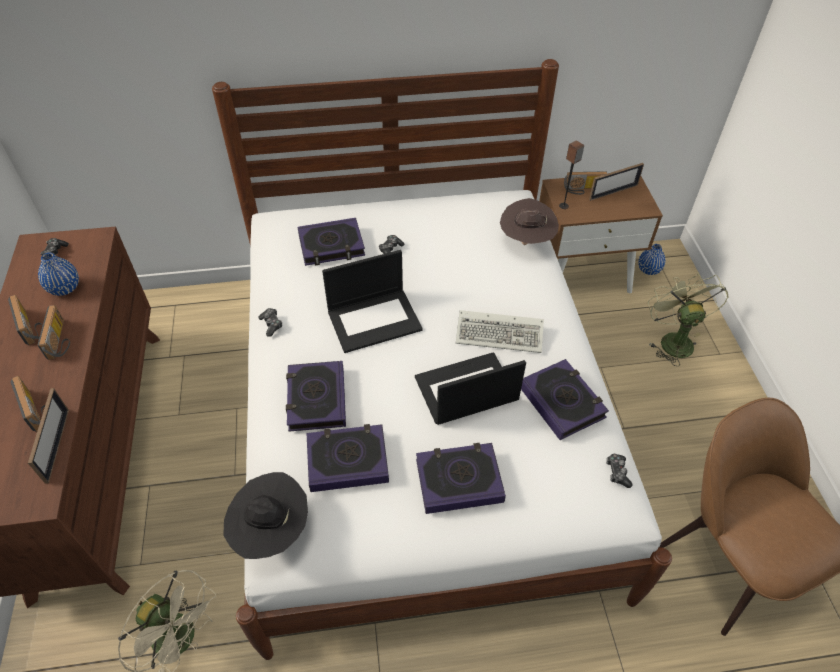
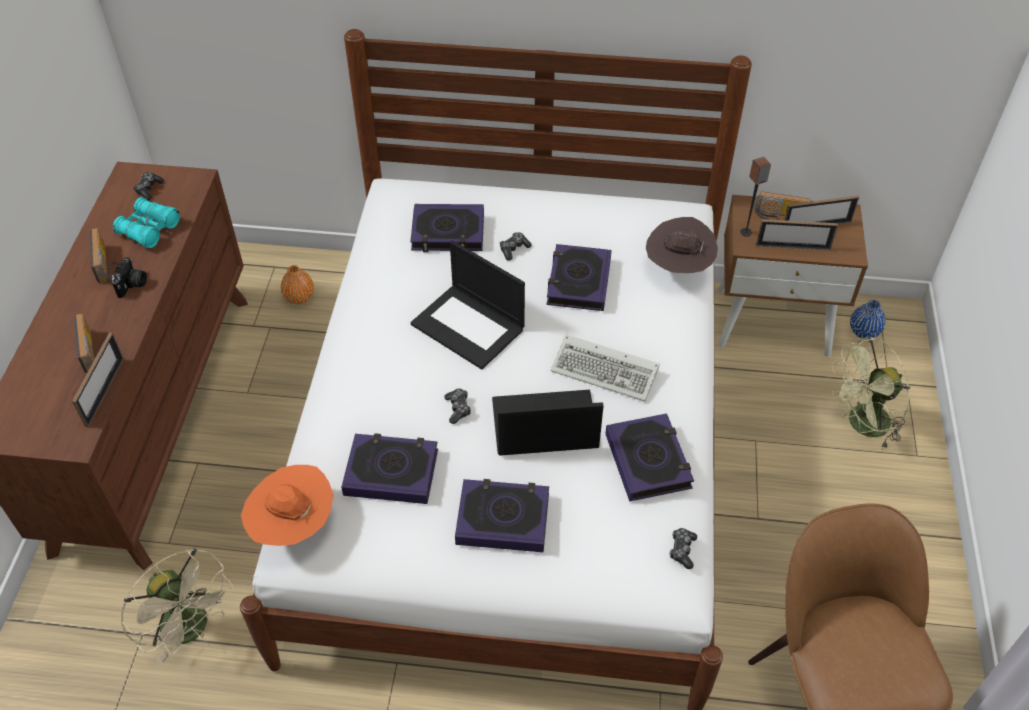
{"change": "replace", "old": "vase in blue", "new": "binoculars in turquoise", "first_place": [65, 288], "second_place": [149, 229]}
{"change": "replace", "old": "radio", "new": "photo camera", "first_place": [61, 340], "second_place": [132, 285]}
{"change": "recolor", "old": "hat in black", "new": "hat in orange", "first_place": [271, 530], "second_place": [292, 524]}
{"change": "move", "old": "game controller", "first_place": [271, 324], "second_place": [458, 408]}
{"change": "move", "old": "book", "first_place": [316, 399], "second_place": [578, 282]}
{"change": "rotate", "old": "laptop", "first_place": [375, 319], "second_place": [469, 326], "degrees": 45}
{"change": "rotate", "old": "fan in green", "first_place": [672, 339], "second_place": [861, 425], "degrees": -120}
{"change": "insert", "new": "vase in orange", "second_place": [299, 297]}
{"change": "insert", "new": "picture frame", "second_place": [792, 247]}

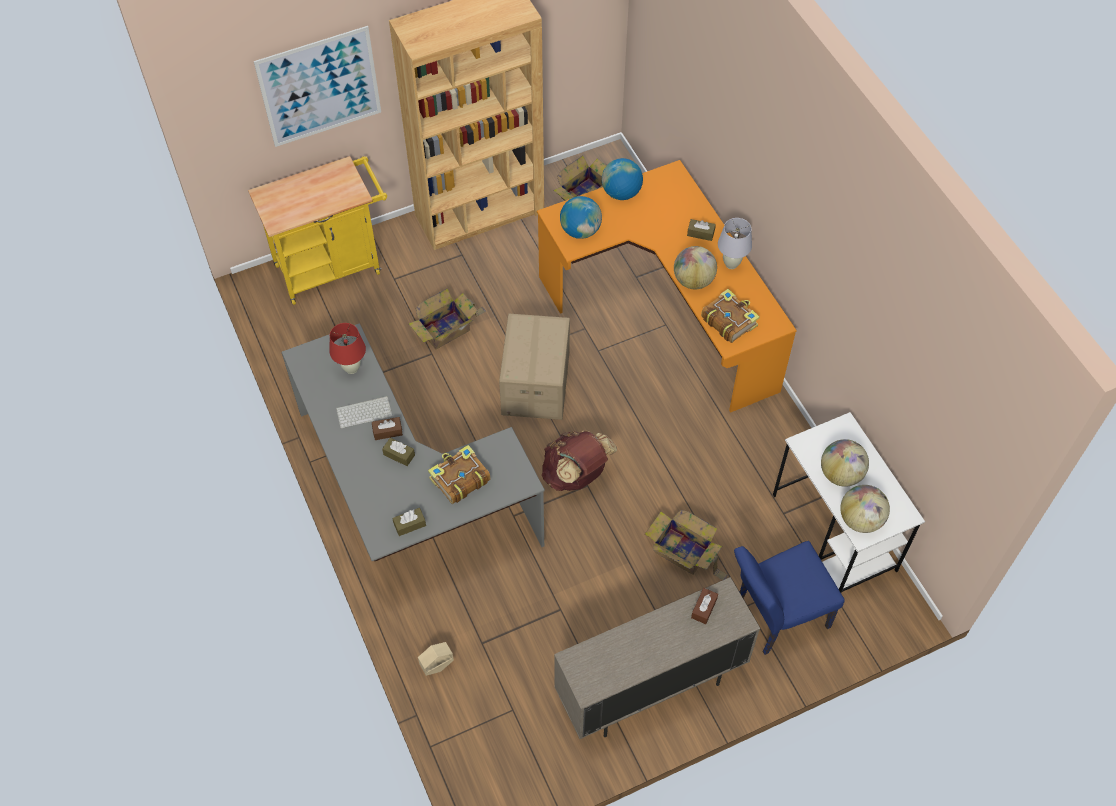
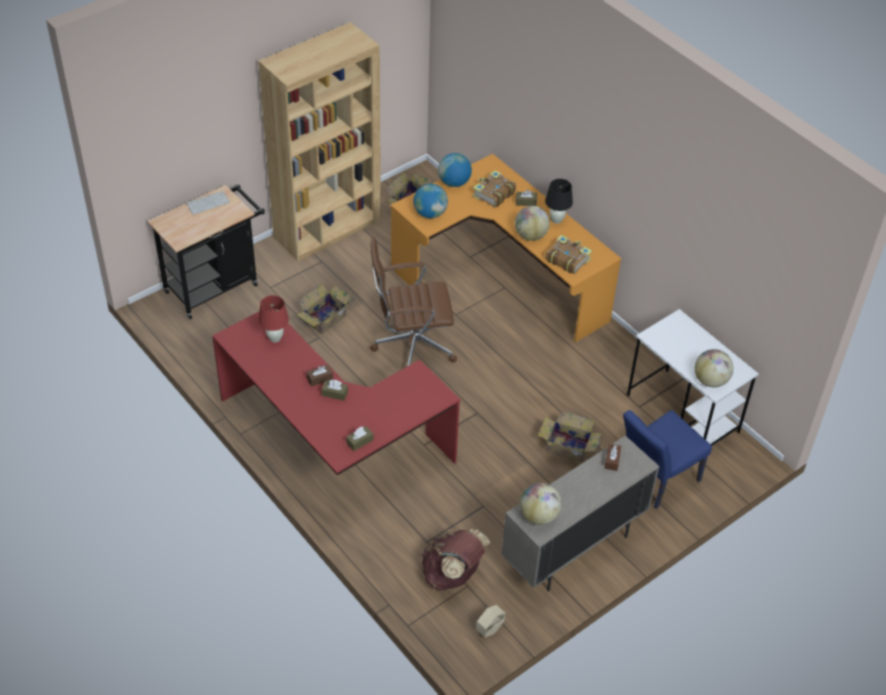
{"change": "recolor", "old": "cart in yellow", "new": "cart in black", "first_place": [334, 266], "second_place": [216, 285]}
{"change": "delete", "old": "picture", "first_place": [320, 87]}
{"change": "recolor", "old": "desk in grey", "new": "desk in red", "first_place": [405, 501], "second_place": [331, 449]}
{"change": "move", "old": "keyboard", "first_place": [364, 411], "second_place": [208, 202]}
{"change": "move", "old": "planter in beige", "first_place": [437, 666], "second_place": [489, 630]}
{"change": "move", "old": "book", "first_place": [459, 479], "second_place": [493, 194]}
{"change": "replace", "old": "cardboard box", "new": "office chair in brown", "first_place": [535, 383], "second_place": [411, 346]}
{"change": "move", "old": "backpack in brown", "first_place": [576, 475], "second_place": [453, 574]}
{"change": "recolor", "old": "table lamp in white", "new": "table lamp in black", "first_place": [731, 264], "second_place": [556, 220]}
{"change": "move", "old": "globe", "first_place": [840, 474], "second_place": [539, 515]}

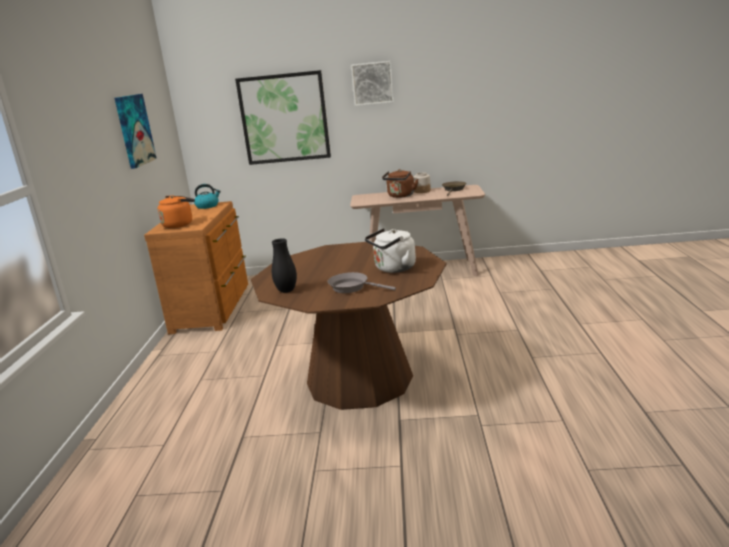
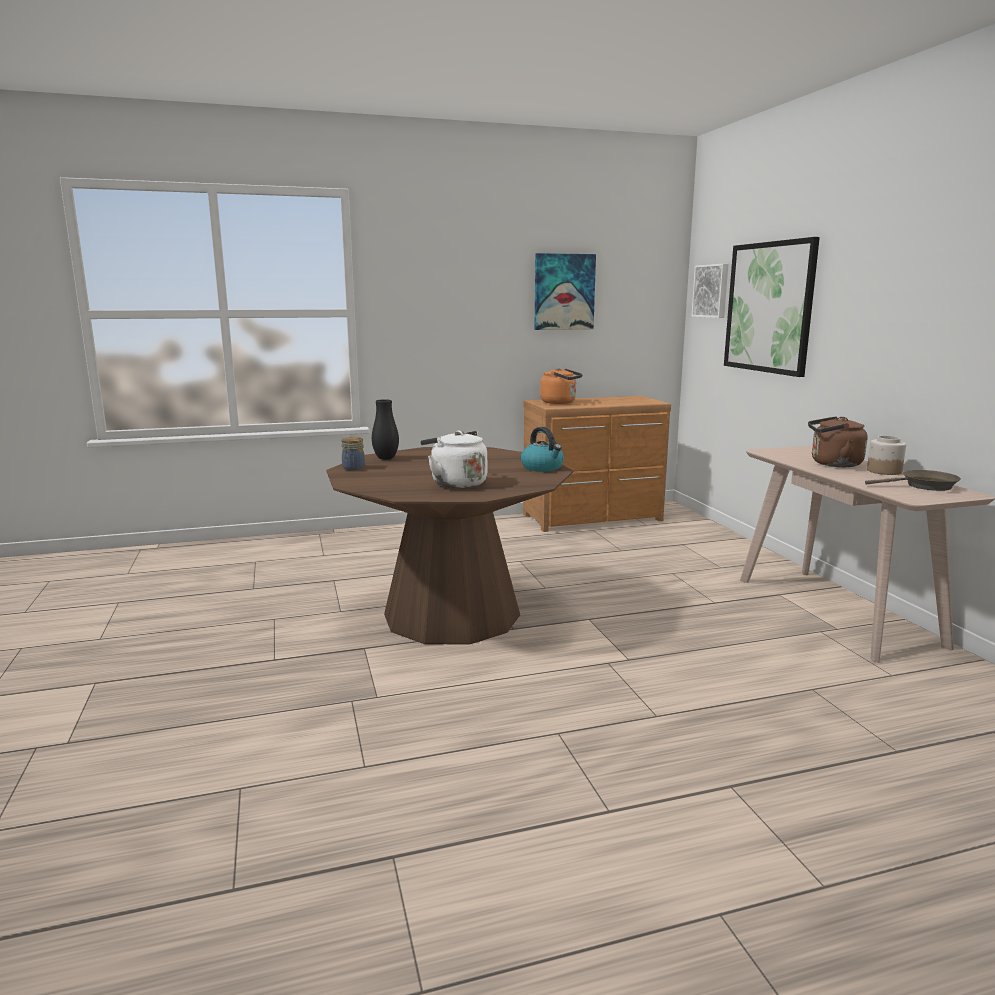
{"change": "move", "old": "kettle", "first_place": [207, 206], "second_place": [543, 468]}
{"change": "delete", "old": "frying pan in grey", "first_place": [352, 287]}
{"change": "move", "old": "picture", "first_place": [372, 83], "second_place": [711, 291]}
{"change": "insert", "new": "jar", "second_place": [353, 468]}

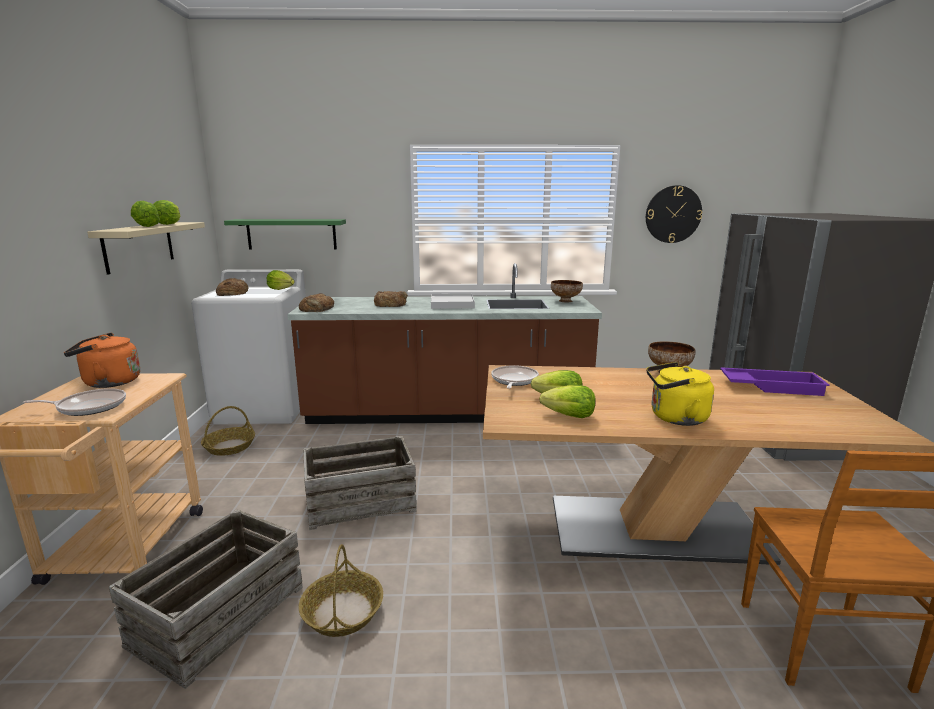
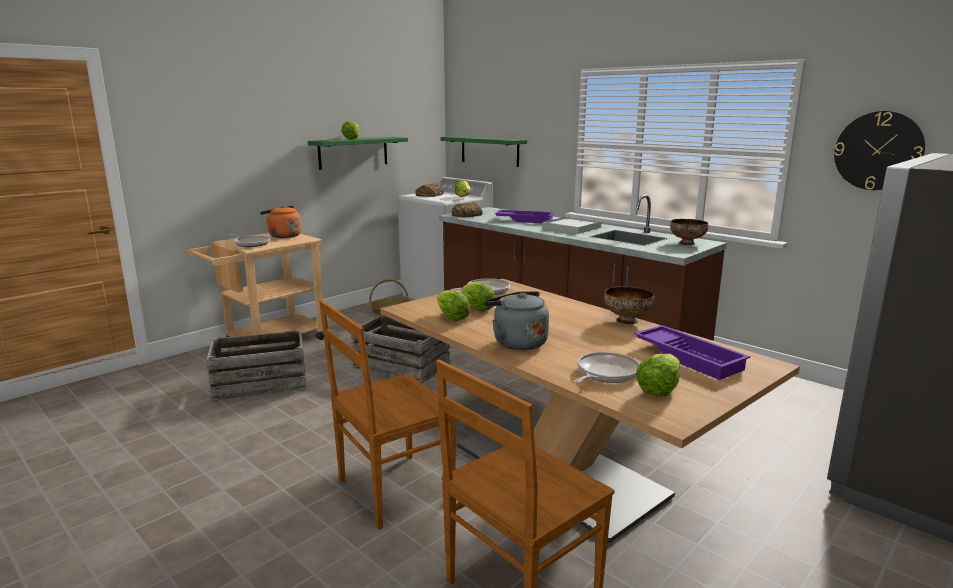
{"change": "recolor", "old": "shelf in beige", "new": "shelf in green", "first_place": [139, 246], "second_place": [353, 152]}
{"change": "move", "old": "lettuce", "first_place": [168, 224], "second_place": [658, 390]}
{"change": "delete", "old": "basket", "first_place": [342, 611]}
{"change": "replace", "old": "bread", "new": "tray in purple", "first_place": [390, 304], "second_place": [525, 220]}
{"change": "recolor", "old": "kettle in yellow", "new": "kettle in grey", "first_place": [675, 418], "second_place": [517, 342]}
{"change": "insert", "new": "chair in brown", "second_place": [392, 491]}
{"change": "insert", "new": "frying pan", "second_place": [605, 374]}

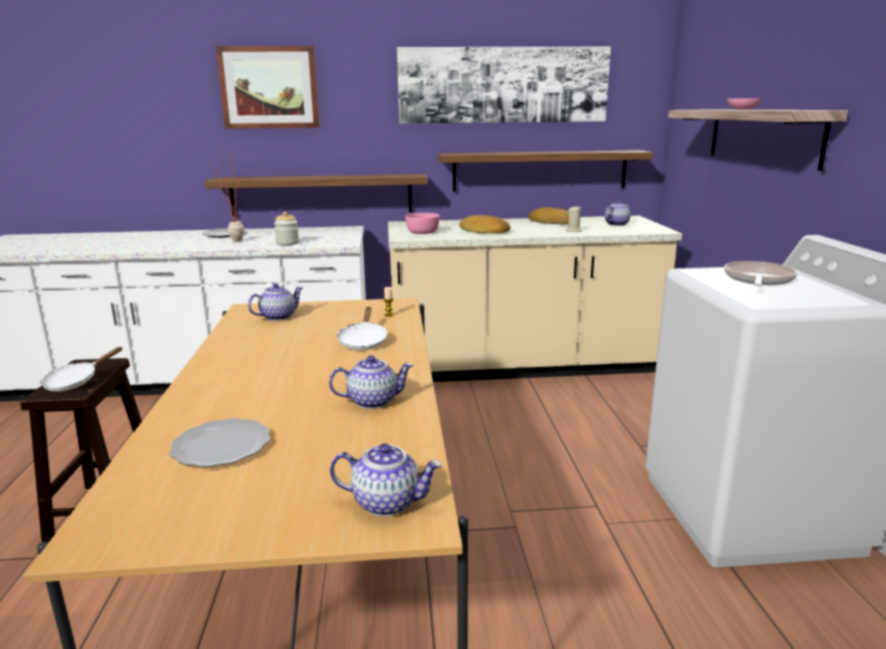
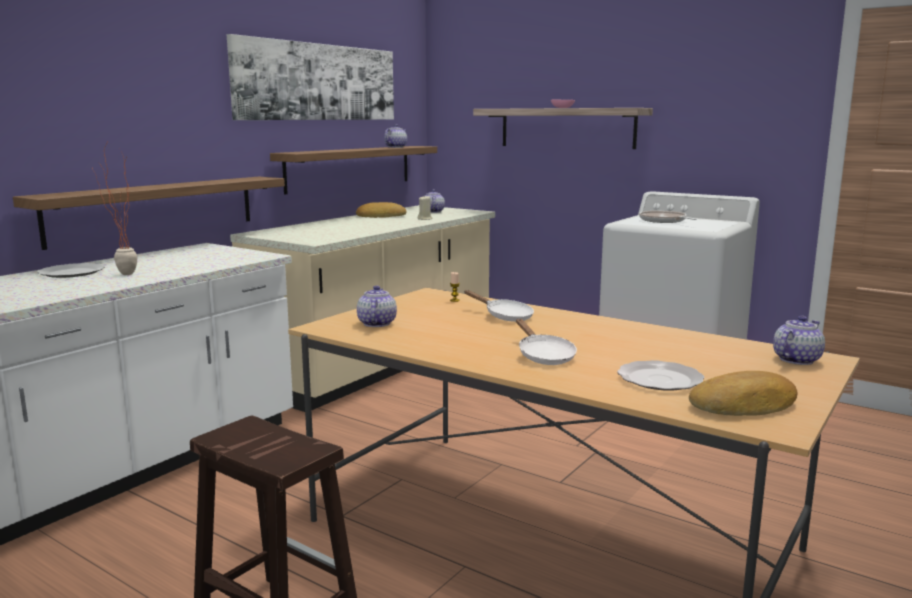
{"change": "move", "old": "frying pan in white", "first_place": [76, 381], "second_place": [543, 356]}
{"change": "delete", "old": "picture", "first_place": [269, 88]}
{"change": "delete", "old": "jar", "first_place": [287, 243]}
{"change": "move", "old": "teapot", "first_place": [373, 401], "second_place": [395, 147]}
{"change": "delete", "old": "bowl in pink", "first_place": [422, 232]}
{"change": "move", "old": "bread", "first_place": [484, 231], "second_place": [745, 405]}

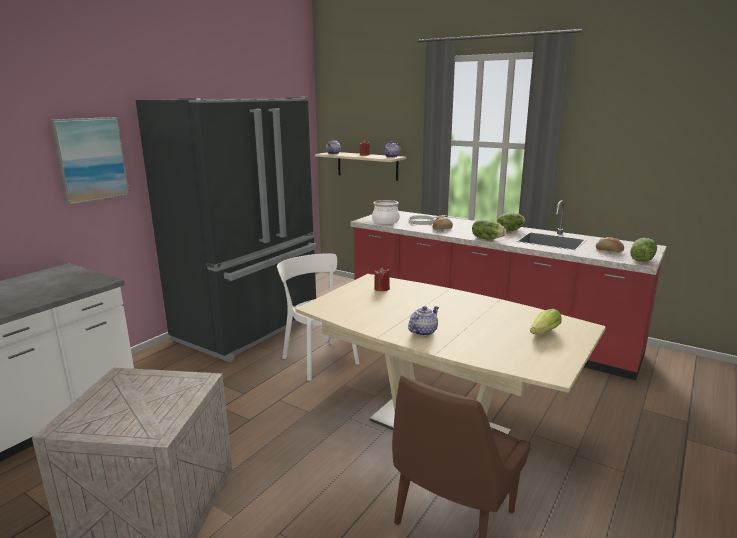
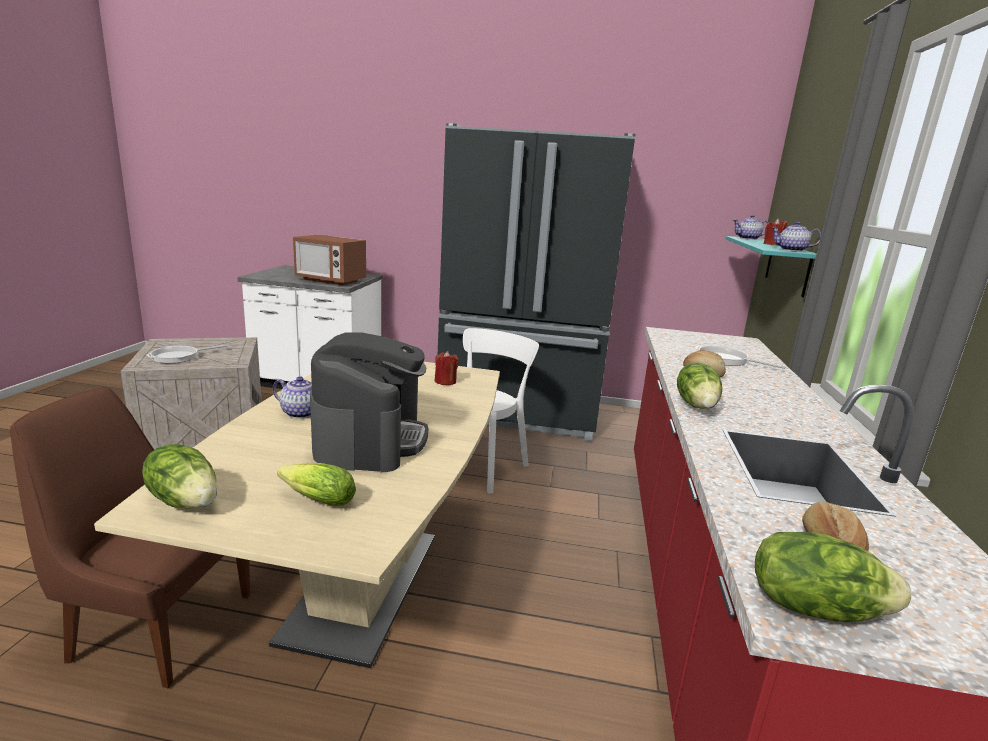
{"change": "delete", "old": "picture", "first_place": [91, 159]}
{"change": "recolor", "old": "shelf in beige", "new": "shelf in turquoise", "first_place": [367, 166], "second_place": [787, 266]}
{"change": "delete", "old": "cooking pot", "first_place": [385, 221]}
{"change": "move", "old": "lettuce", "first_place": [509, 230], "second_place": [186, 500]}
{"change": "insert", "new": "frying pan", "second_place": [179, 357]}
{"change": "insert", "new": "microwave", "second_place": [330, 280]}
{"change": "insert", "new": "coffee machine", "second_place": [370, 439]}

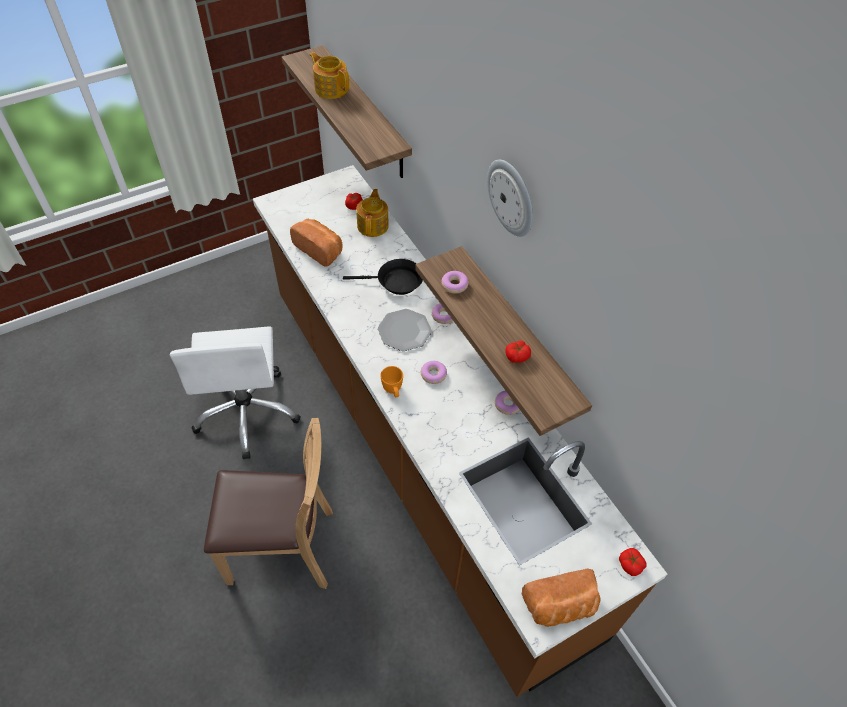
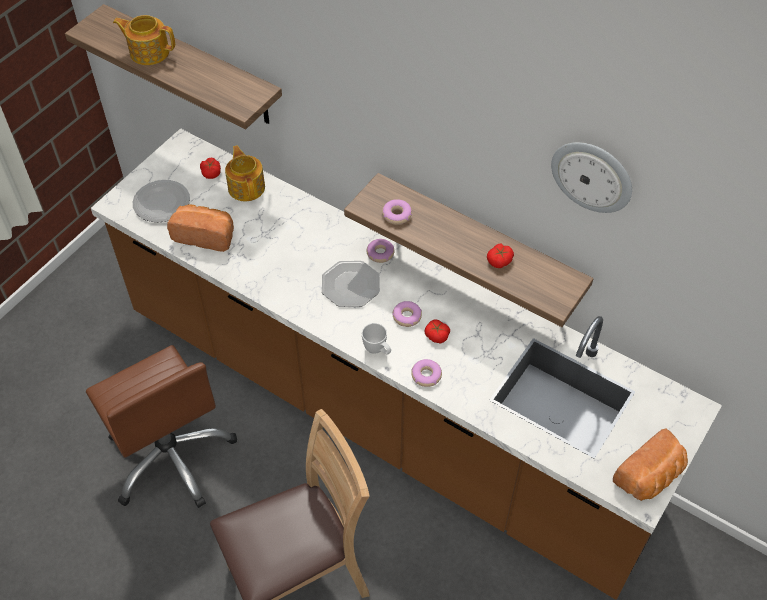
{"change": "recolor", "old": "office chair in white", "new": "office chair in brown", "first_place": [248, 412], "second_place": [171, 456]}
{"change": "delete", "old": "frying pan in black", "first_place": [395, 282]}
{"change": "recolor", "old": "mug in orange", "new": "mug in white", "first_place": [393, 391], "second_place": [377, 350]}
{"change": "move", "old": "wall clock", "first_place": [511, 197], "second_place": [592, 176]}
{"change": "move", "old": "donut", "first_place": [507, 404], "second_place": [426, 375]}
{"change": "move", "old": "tomato", "first_place": [630, 564], "second_place": [436, 335]}
{"change": "insert", "new": "plate", "second_place": [161, 202]}

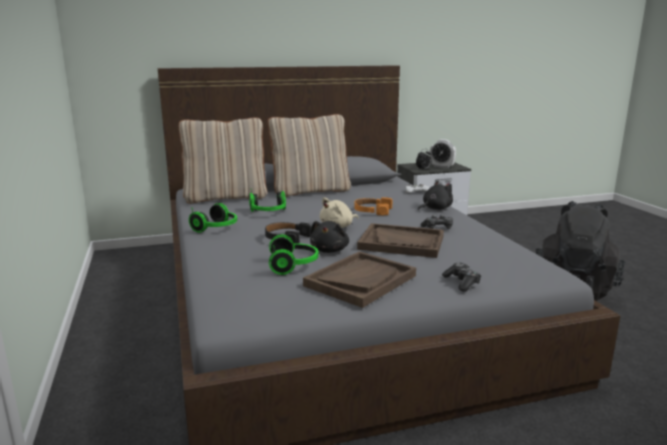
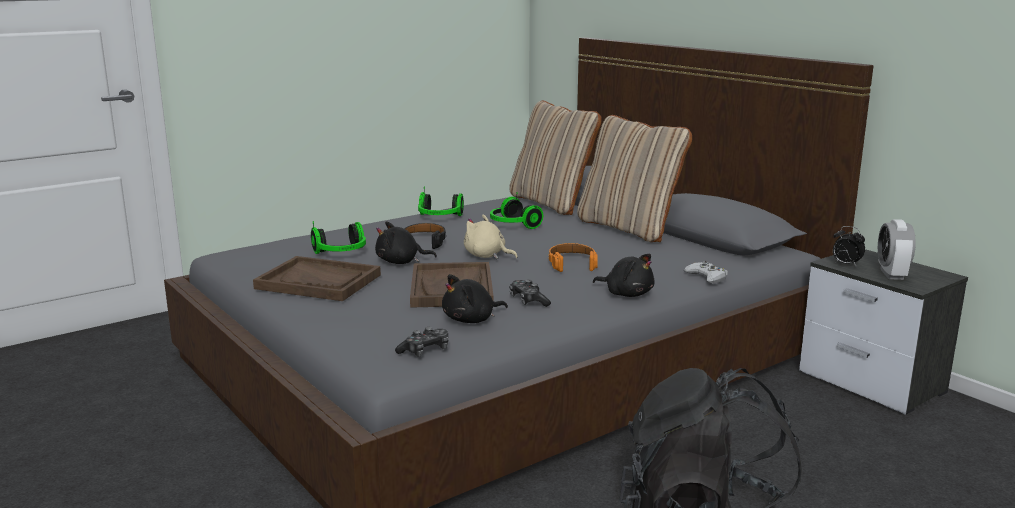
{"change": "move", "old": "game controller", "first_place": [462, 282], "second_place": [425, 351]}
{"change": "insert", "new": "plush toy in black", "second_place": [471, 320]}

